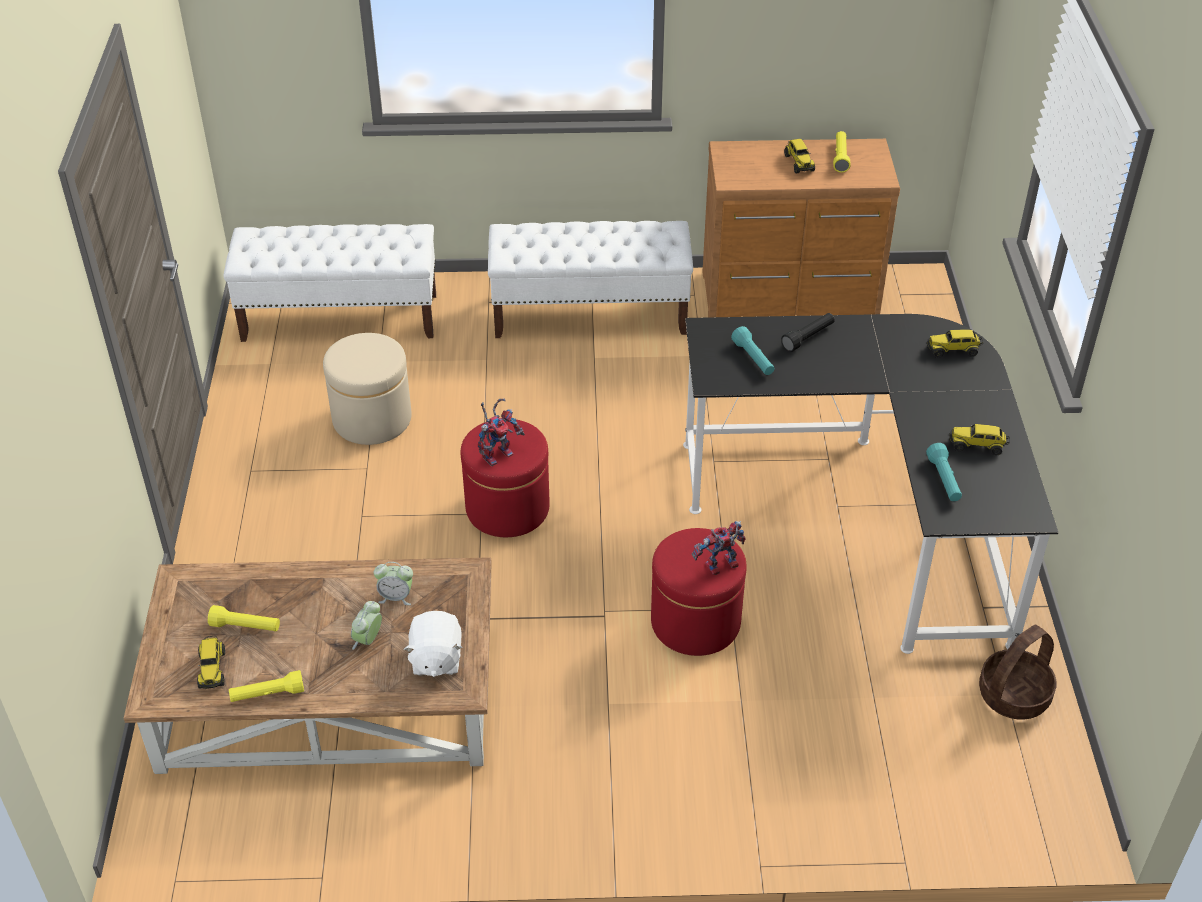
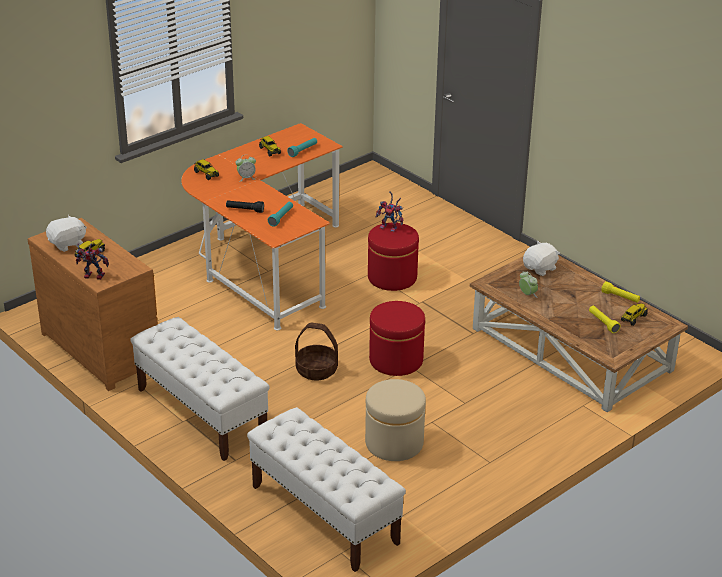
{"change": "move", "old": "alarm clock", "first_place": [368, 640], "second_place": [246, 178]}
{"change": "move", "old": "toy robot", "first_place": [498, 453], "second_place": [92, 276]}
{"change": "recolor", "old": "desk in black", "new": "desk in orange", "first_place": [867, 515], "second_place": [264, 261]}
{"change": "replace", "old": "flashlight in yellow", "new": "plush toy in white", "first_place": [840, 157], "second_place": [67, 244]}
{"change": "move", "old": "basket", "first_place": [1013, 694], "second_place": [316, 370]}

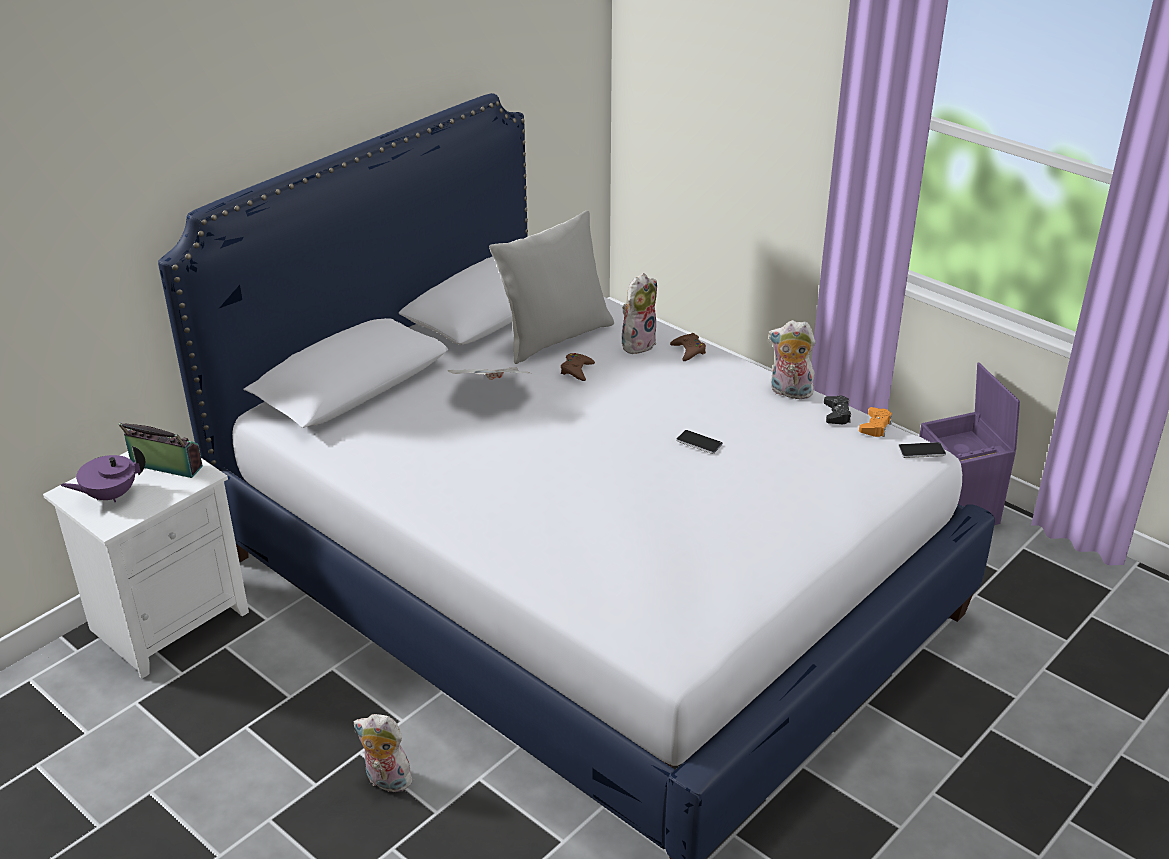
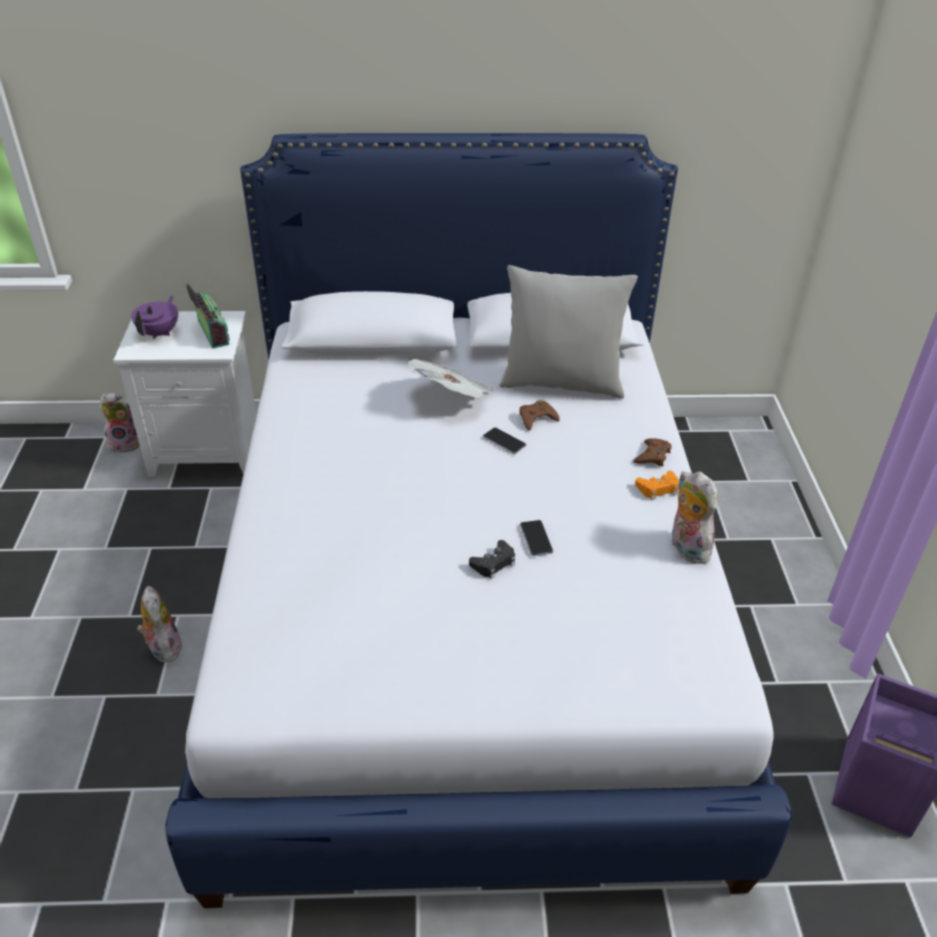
{"change": "rotate", "old": "teapot in purple", "first_place": [110, 495], "second_place": [160, 333], "degrees": 90}
{"change": "move", "old": "plush toy", "first_place": [637, 343], "second_place": [126, 443]}
{"change": "move", "old": "game controller in black", "first_place": [837, 414], "second_place": [494, 563]}
{"change": "move", "old": "game controller in orange", "first_place": [875, 426], "second_place": [658, 489]}
{"change": "move", "old": "phone", "first_place": [921, 451], "second_place": [504, 441]}

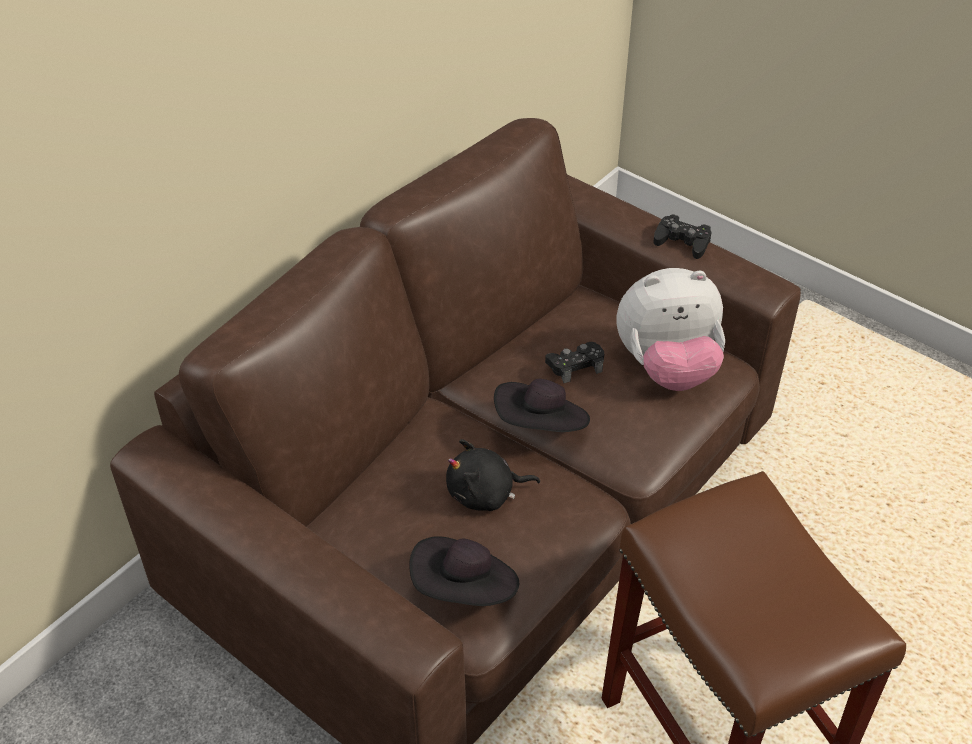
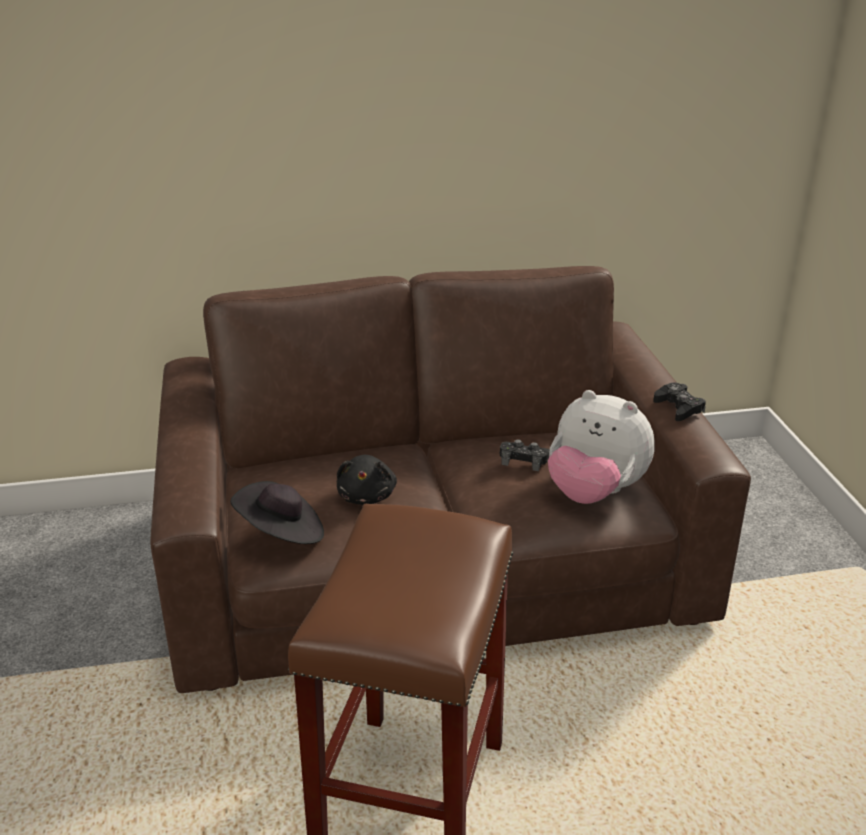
{"change": "rotate", "old": "plush toy in black", "first_place": [485, 493], "second_place": [367, 496], "degrees": -120}
{"change": "delete", "old": "hat in black", "first_place": [541, 426]}

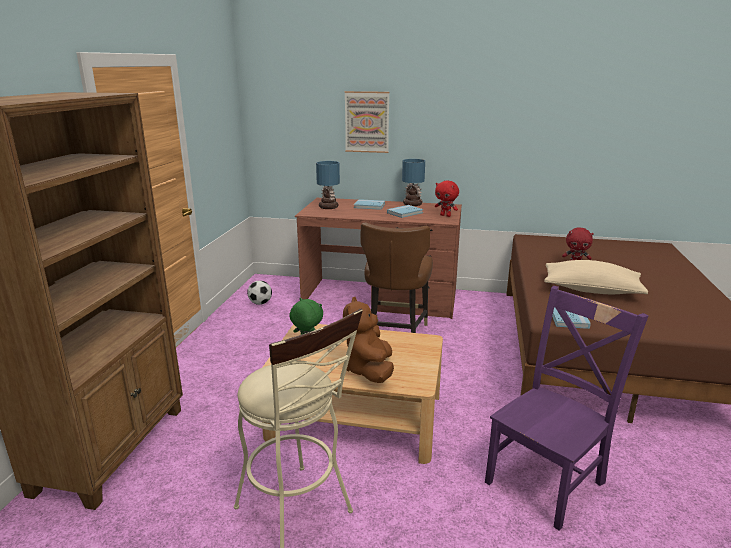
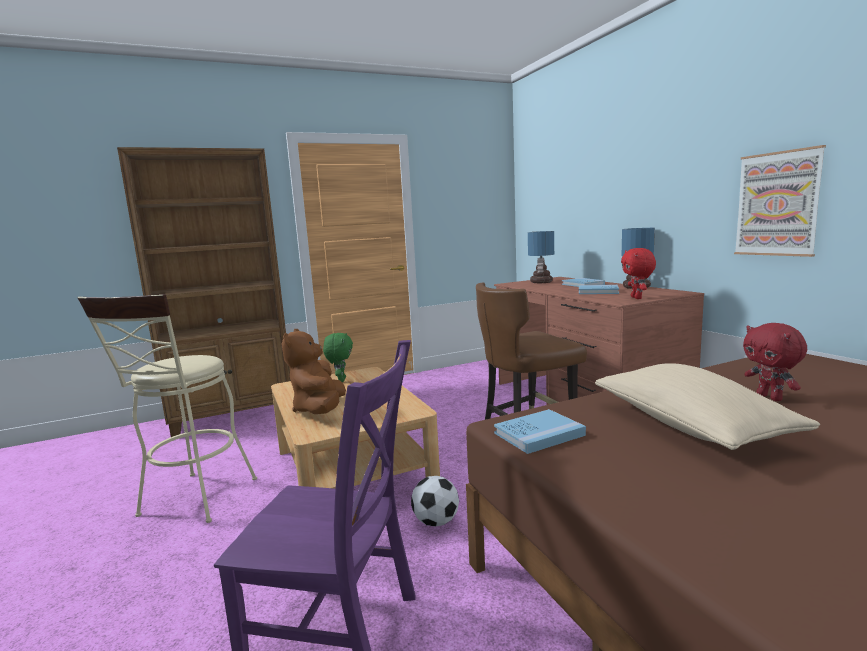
{"change": "move", "old": "football", "first_place": [260, 303], "second_place": [436, 521]}
{"change": "rotate", "old": "plush toy in brown", "first_place": [370, 370], "second_place": [319, 410], "degrees": -60}
{"change": "move", "old": "picture", "first_place": [367, 122], "second_place": [777, 204]}

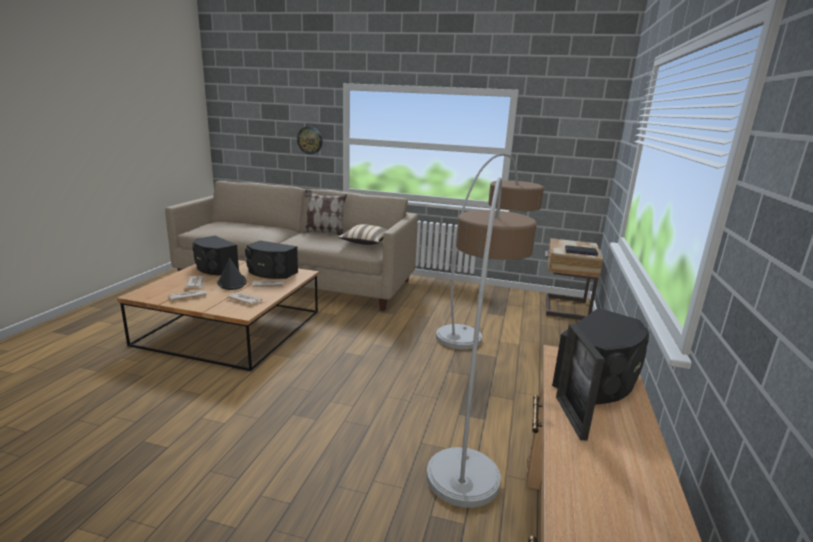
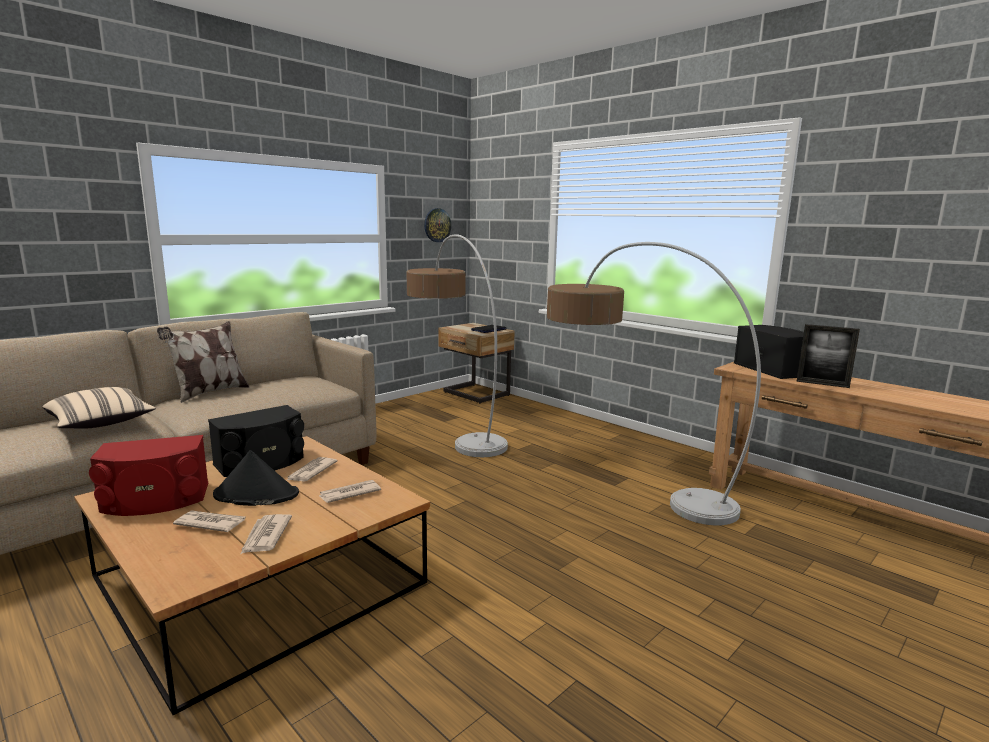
{"change": "recolor", "old": "speaker in black", "new": "speaker in red", "first_place": [215, 268], "second_place": [155, 500]}
{"change": "move", "old": "wall clock", "first_place": [310, 140], "second_place": [437, 225]}
{"change": "move", "old": "pillow in beige", "first_place": [365, 243], "second_place": [101, 424]}

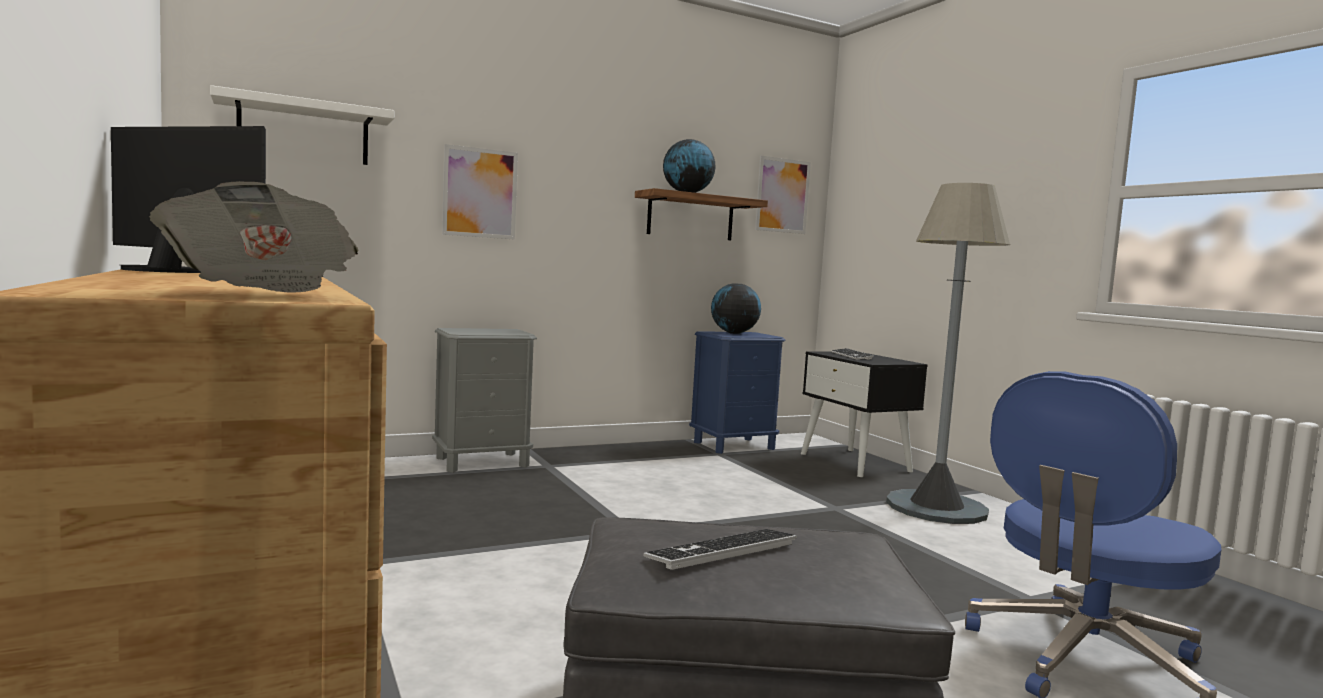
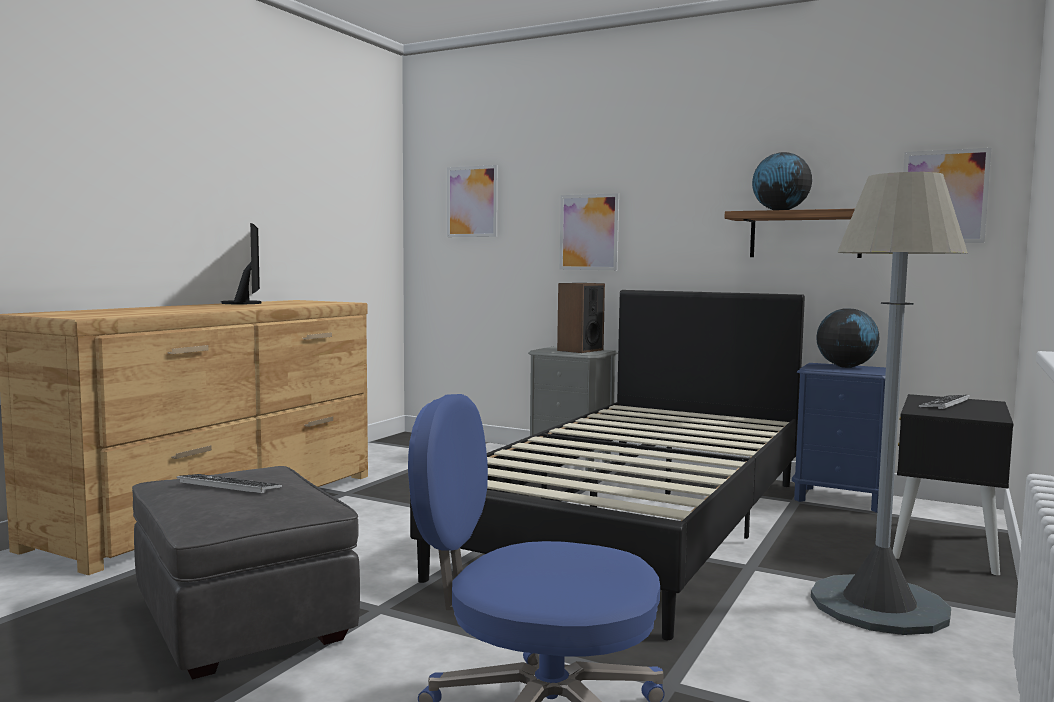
{"change": "delete", "old": "newspaper", "first_place": [264, 296]}
{"change": "replace", "old": "shelf in white", "new": "picture", "first_place": [304, 132], "second_place": [472, 201]}
{"change": "insert", "new": "bed in black", "second_place": [639, 524]}
{"change": "insert", "new": "speaker", "second_place": [580, 350]}

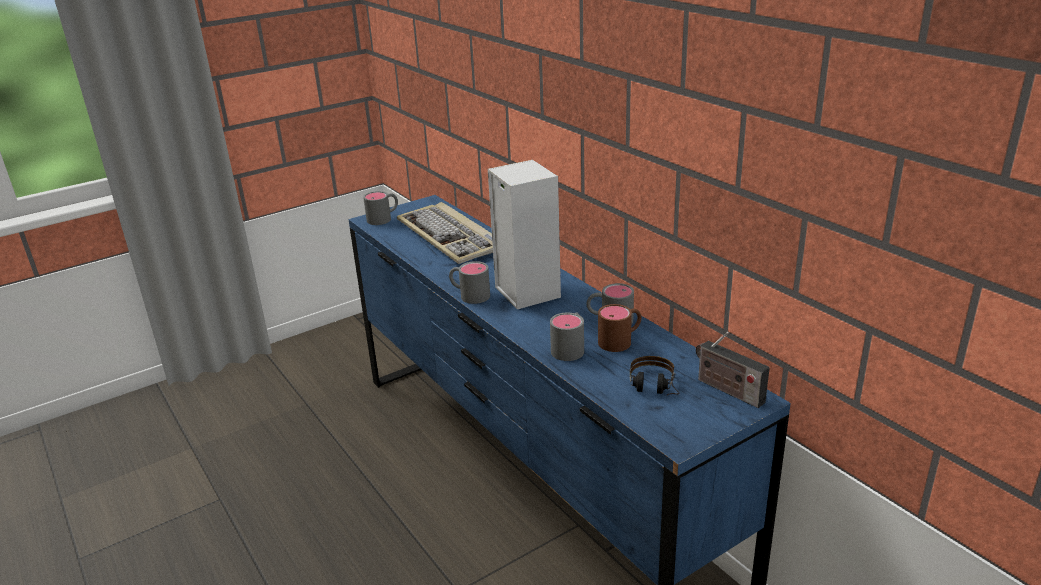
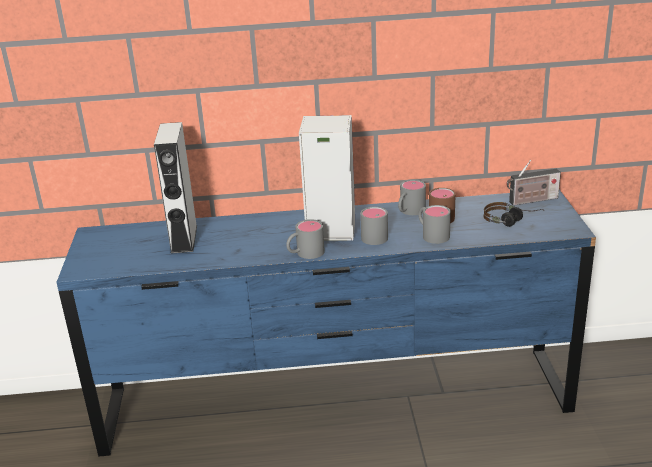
{"change": "move", "old": "mug in grey", "first_place": [384, 218], "second_place": [373, 235]}
{"change": "replace", "old": "keyboard", "new": "speaker in grey", "first_place": [450, 236], "second_place": [184, 239]}

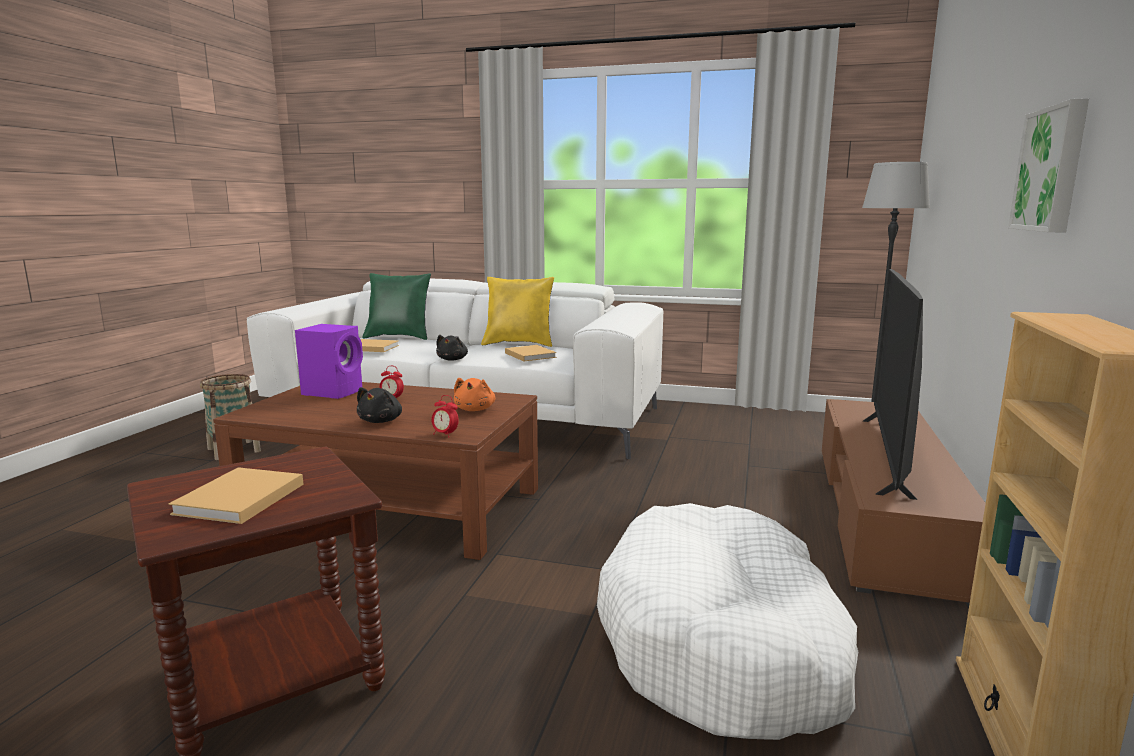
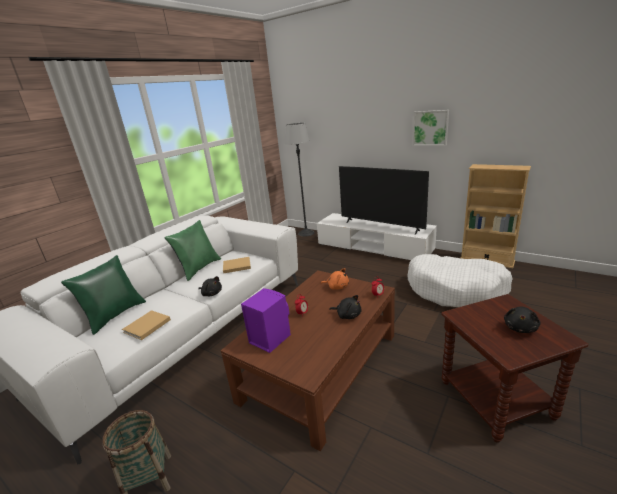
{"change": "replace", "old": "book in beige", "new": "plush toy in black", "first_place": [237, 500], "second_place": [520, 328]}
{"change": "recolor", "old": "pillow in yellow", "new": "pillow in green", "first_place": [519, 344], "second_place": [199, 268]}
{"change": "recolor", "old": "tv stand in brown", "new": "tv stand in white", "first_place": [884, 514], "second_place": [373, 247]}

